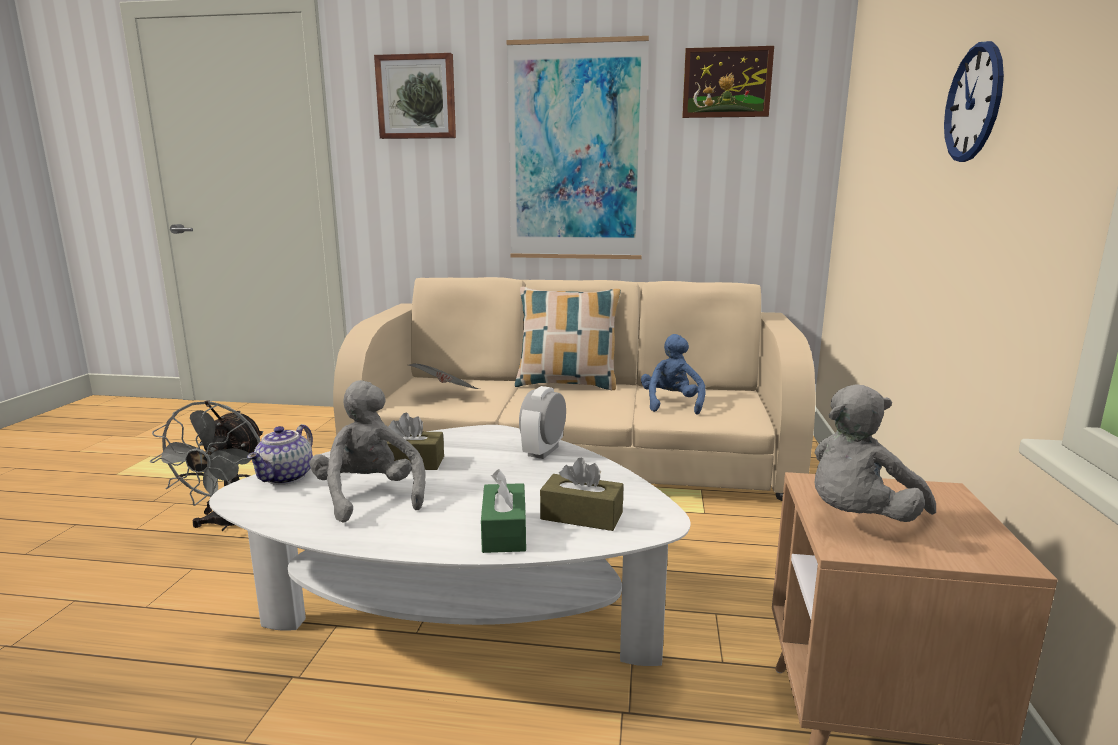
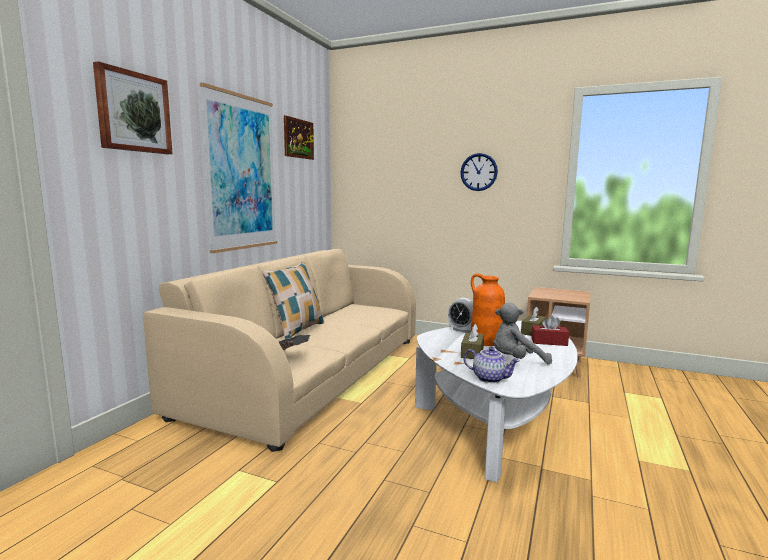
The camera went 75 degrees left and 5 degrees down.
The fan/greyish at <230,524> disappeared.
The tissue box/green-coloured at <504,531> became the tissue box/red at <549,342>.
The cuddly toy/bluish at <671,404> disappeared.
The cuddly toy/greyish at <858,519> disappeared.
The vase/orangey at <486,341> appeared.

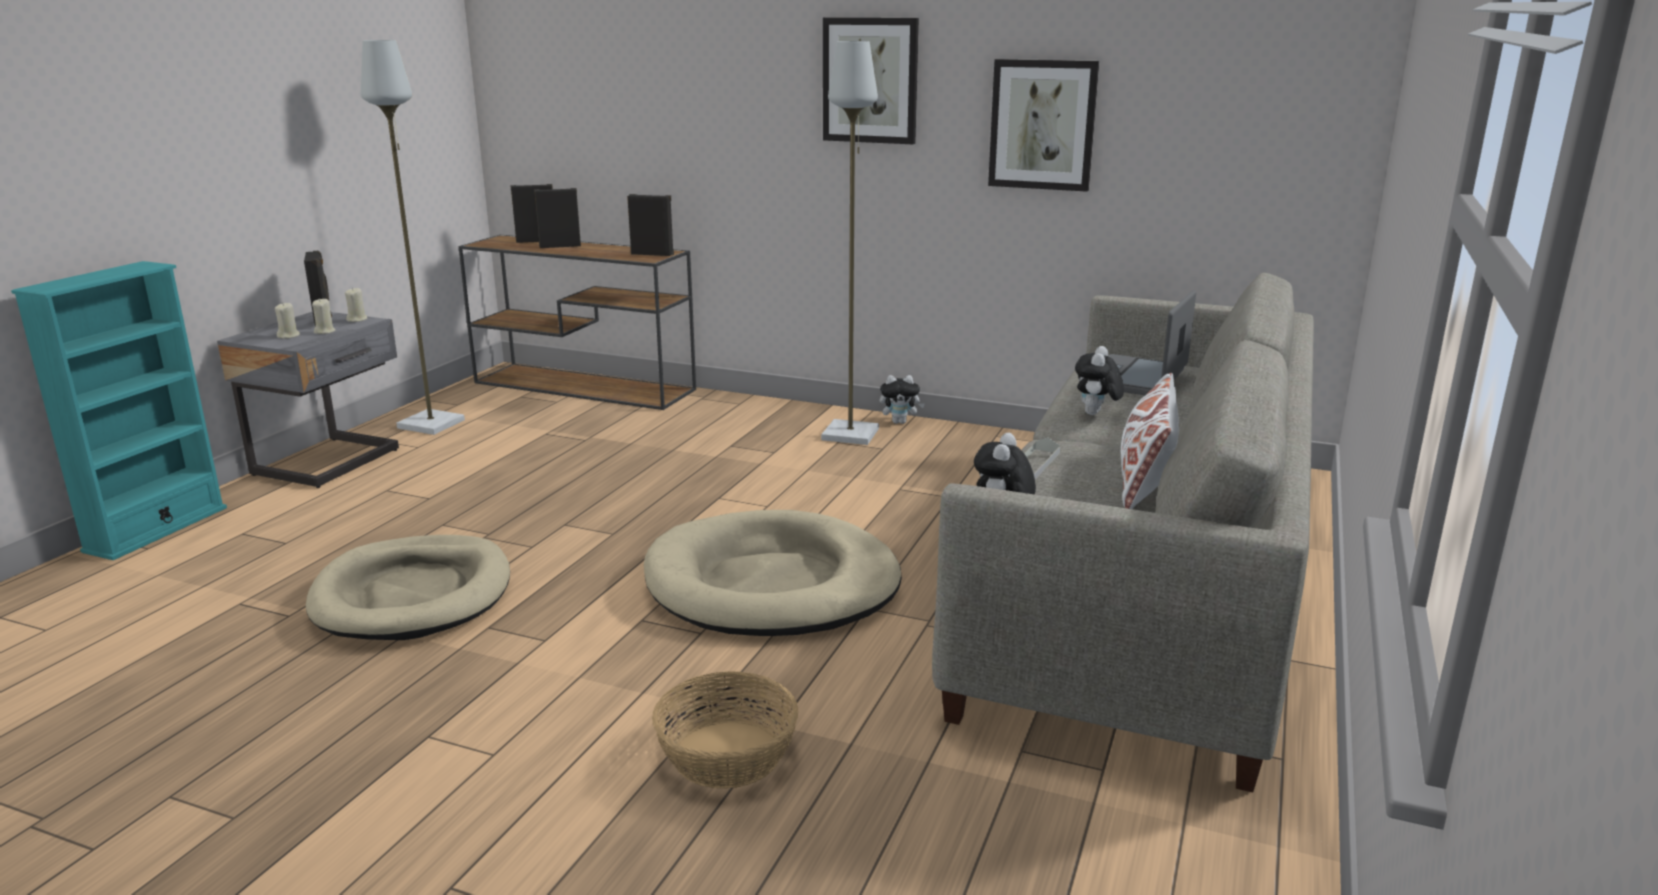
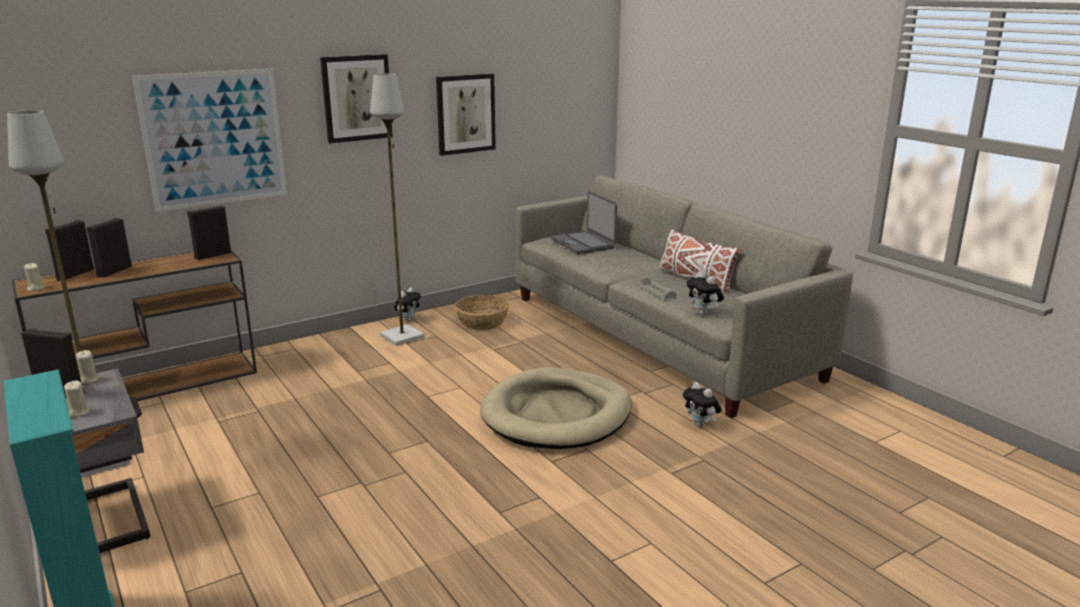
The camera went 55 degrees left and 0 degrees up.
The dog cushion/beige-coloured at <413,595> disappeared.
The candle/beige-coloured moved from <325,331> to <35,288>.
The basket moved from <728,754> to <482,322>.
The cuddly toy moved from <1095,414> to <700,425>.
The wall picture at <214,139> appeared.

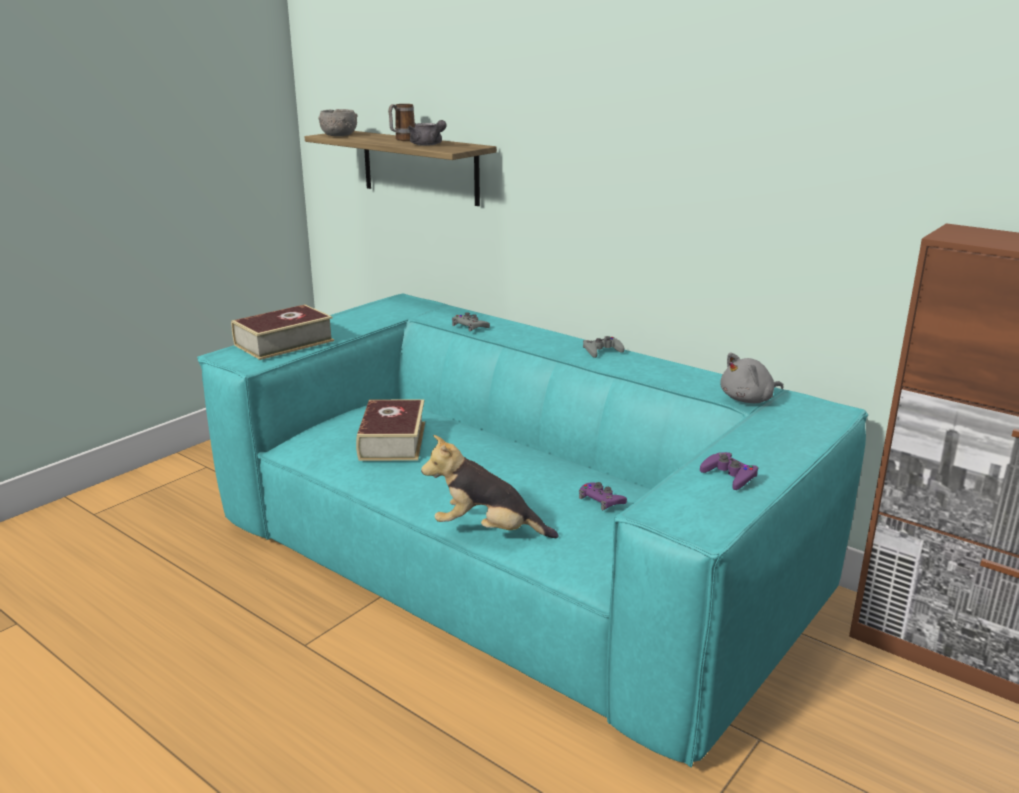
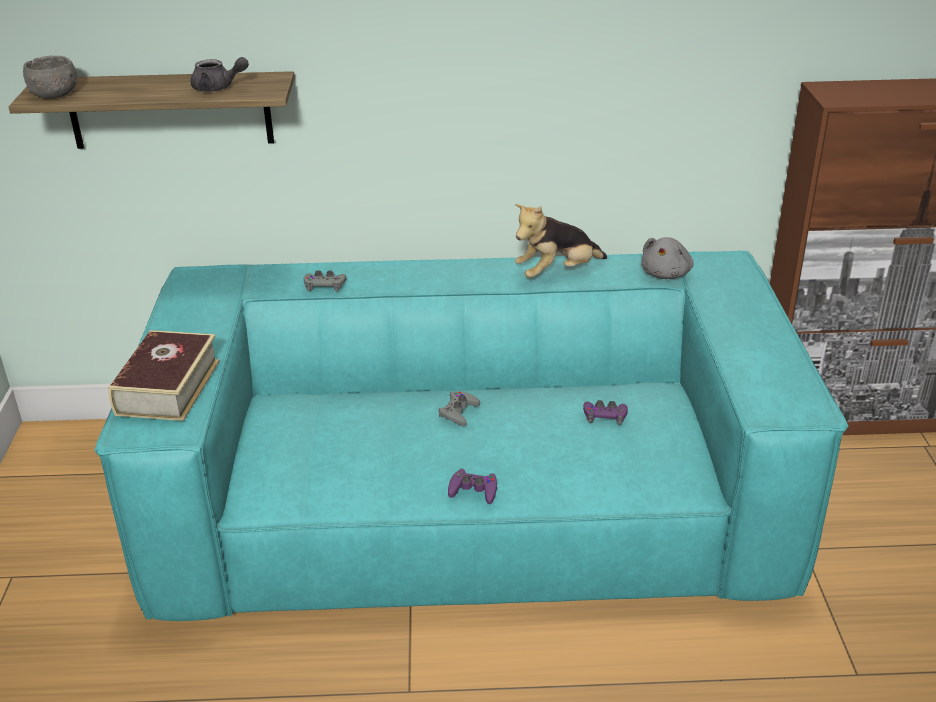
The camera went 40 degrees left and 10 degrees up.
The volume at <392,441> disappeared.
The mug at <402,140> disappeared.
The cuddly toy moved from <487,531> to <557,273>.
The gamepad/greyish moved from <602,351> to <458,412>.
The gamepad/purple moved from <729,476> to <473,490>.

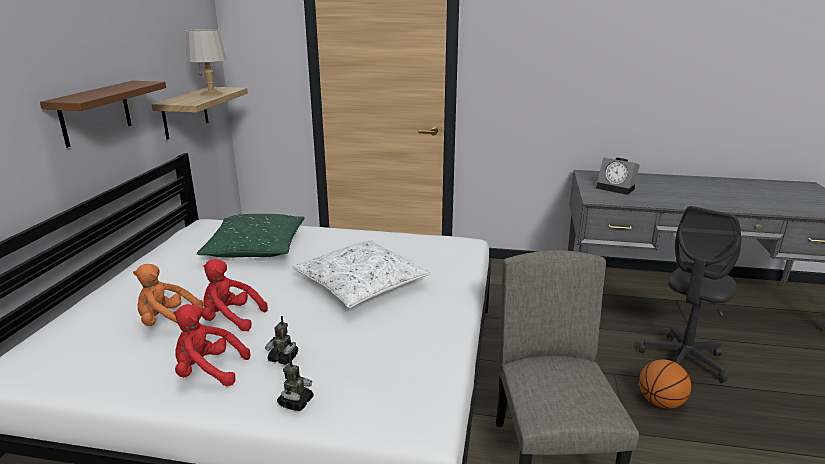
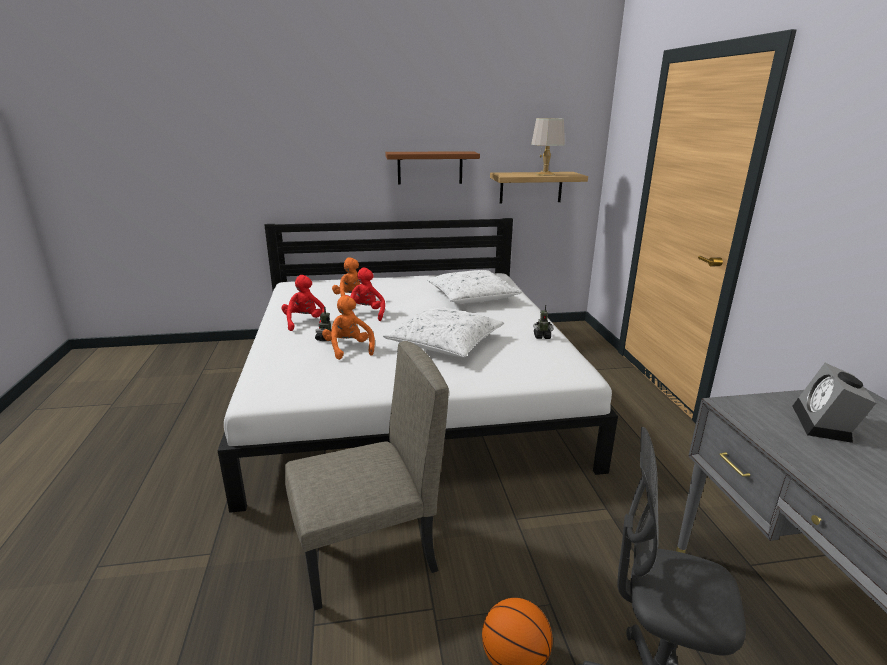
The camera went 70 degrees right and 0 degrees up.
The throw pillow/green-coloured at <255,247> became the throw pillow/whitish at <472,297>.
The robot figure moved from <296,402> to <542,336>.
The cuddly toy/orangey at <349,349> appeared.

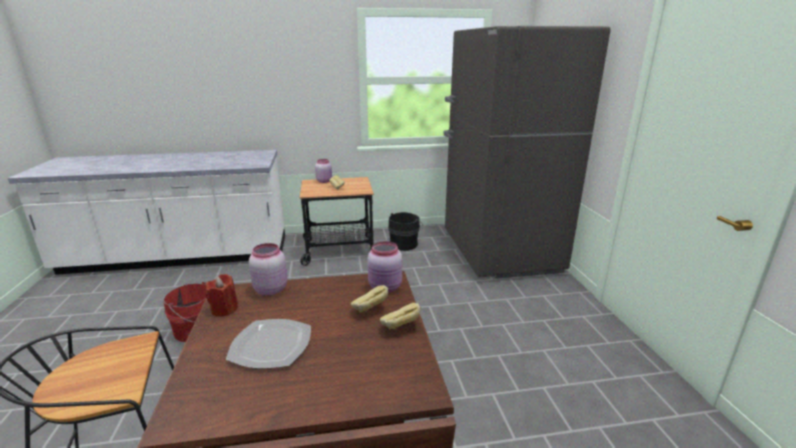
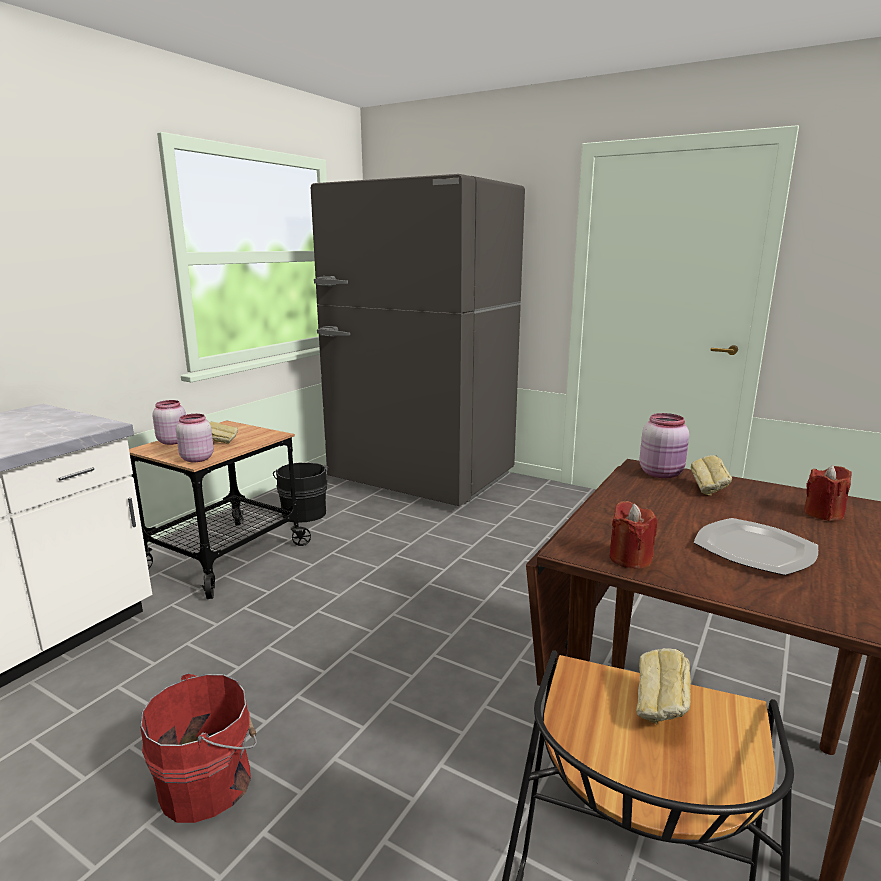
The camera went 50 degrees left and 5 degrees down.
The jar/pinkish moved from <270,289> to <196,459>.
The baked bread moved from <400,328> to <660,709>.
The candle/red at <823,514> appeared.

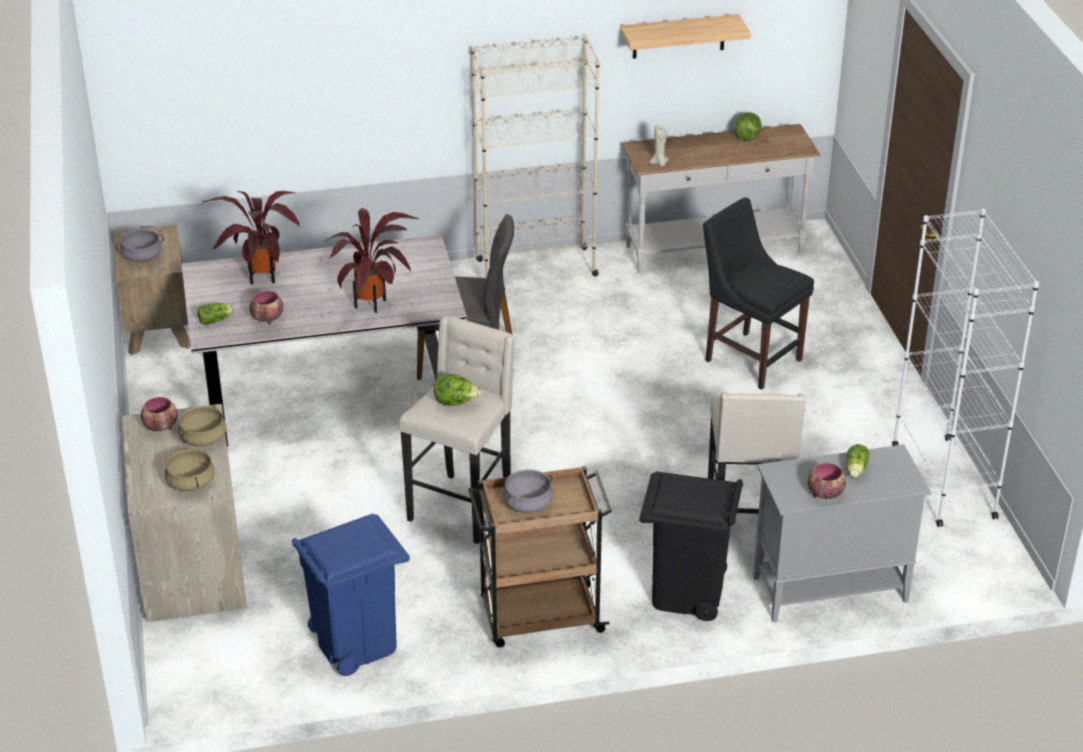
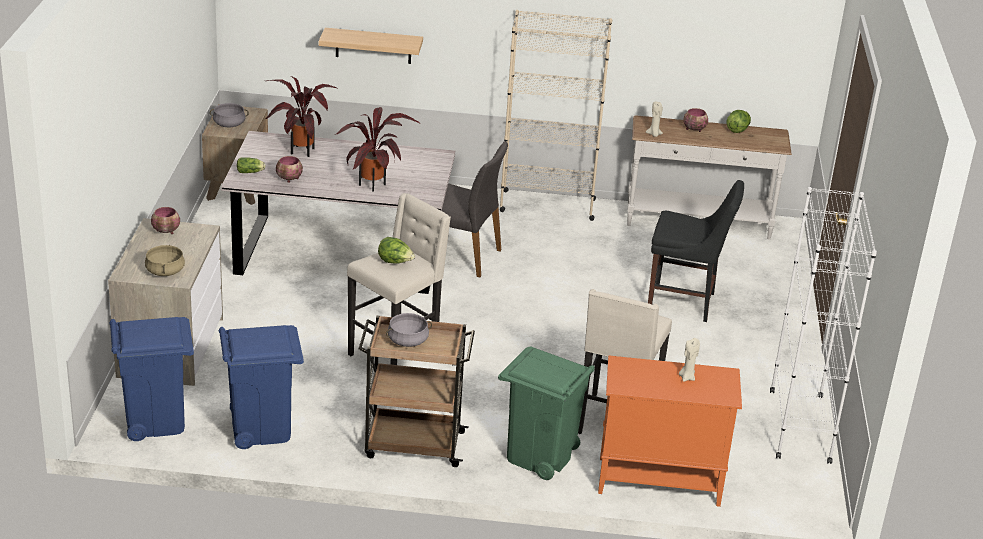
The camera went 15 degrees right and 5 degrees down.
The saucepot/beige-coloured at <203,438> disappeared.
The bracket shelf moved from <679,36> to <373,46>.
The waste bin/blackish at <687,593> became the waste bin/green-coloured at <539,456>.
The plain chair/blackish at <749,358> turned 135 degrees clockwise.
The storage cabinet/greyish at <828,590> became the storage cabinet/orangey at <657,481>.
The serving bowl moved from <824,493> to <694,129>.
The lettuce head at <855,470> was replaced by the candle/beige-coloured at <687,377>.
The waste bin/bluish at <155,420> appeared.

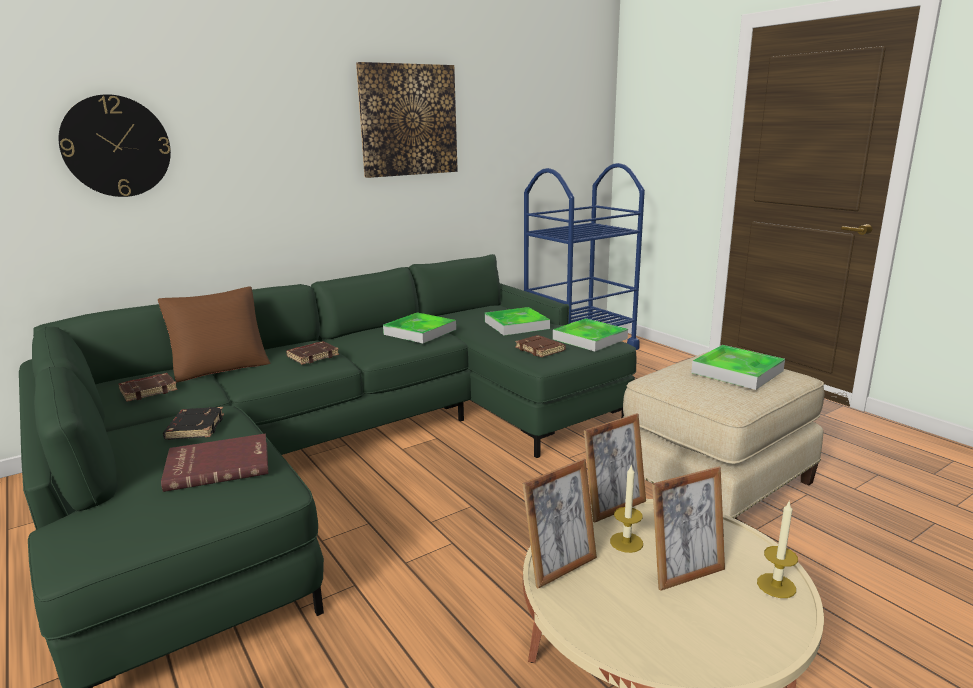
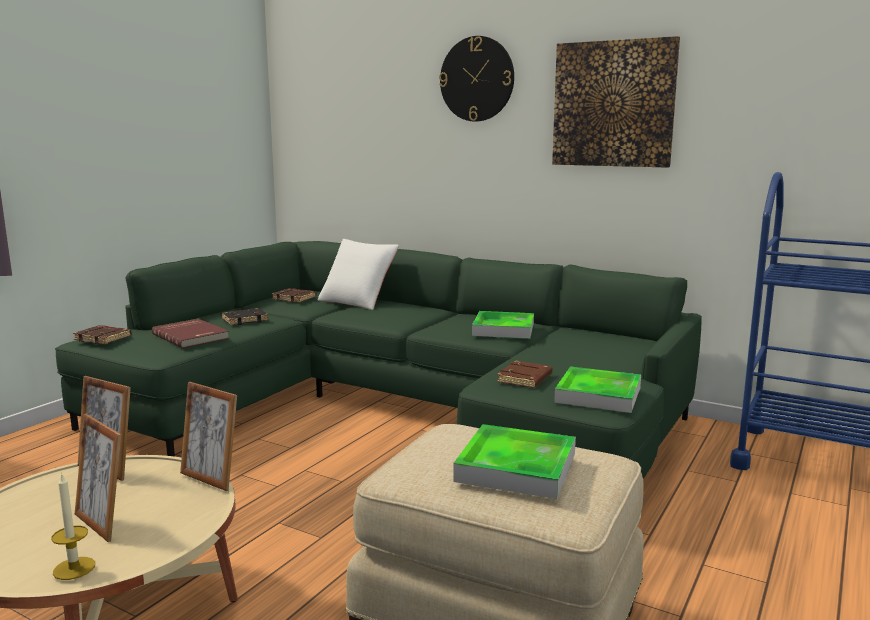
The camera went 65 degrees right and 5 degrees down.
The clock on the wall moved from <116,146> to <477,79>.
The throw pillow/brown at <220,366> became the throw pillow/whitish at <358,302>.
The volume/brown moved from <313,356> to <104,338>.
The serving tray at <516,325> disappeared.
The candle at <626,542> disappeared.

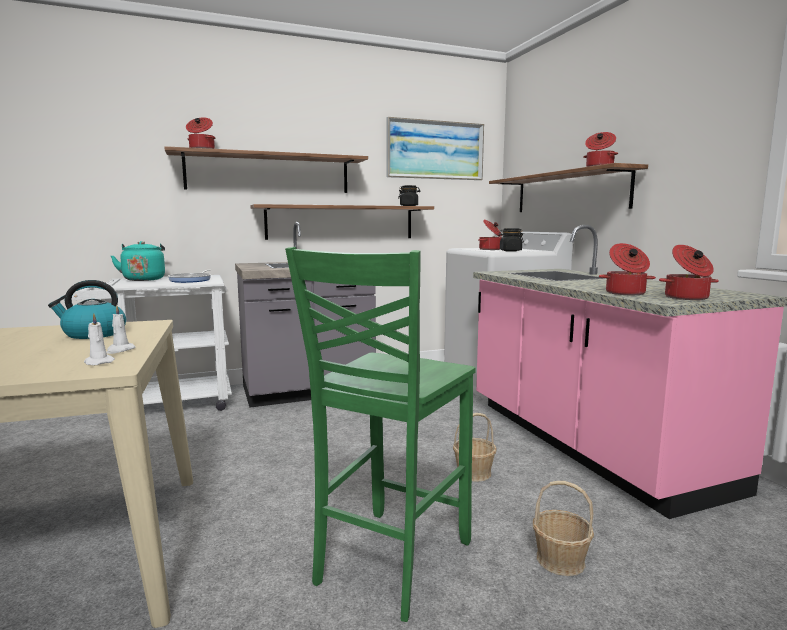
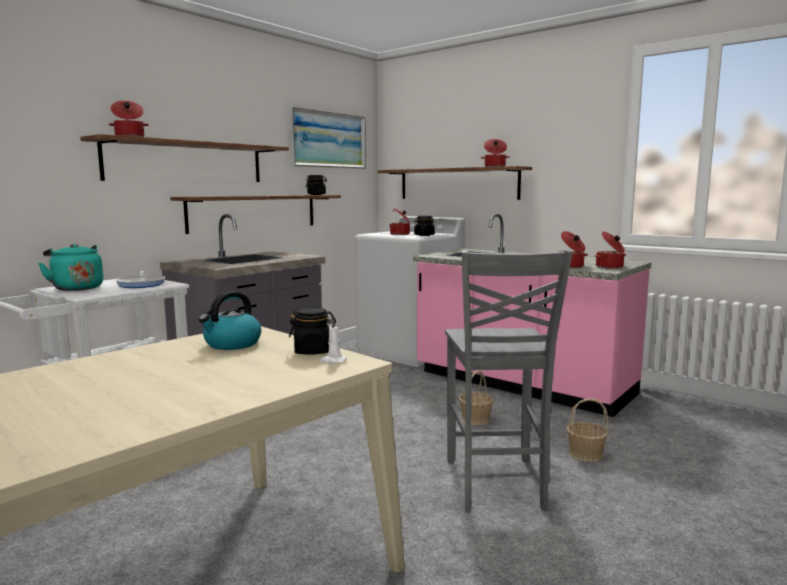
The camera went 30 degrees left and 0 degrees up.
The candle/whitish at <120,350> was replaced by the jar/blackish at <313,351>.
The plain chair/green-coloured at <389,562> became the plain chair/greyish at <495,485>.

